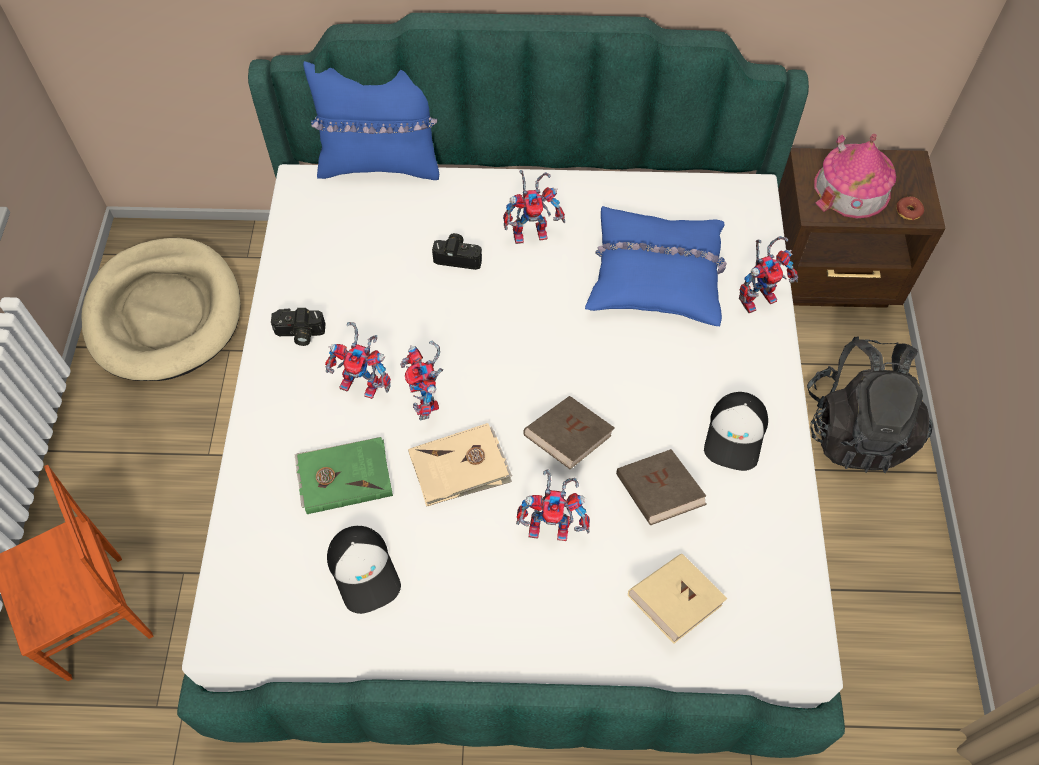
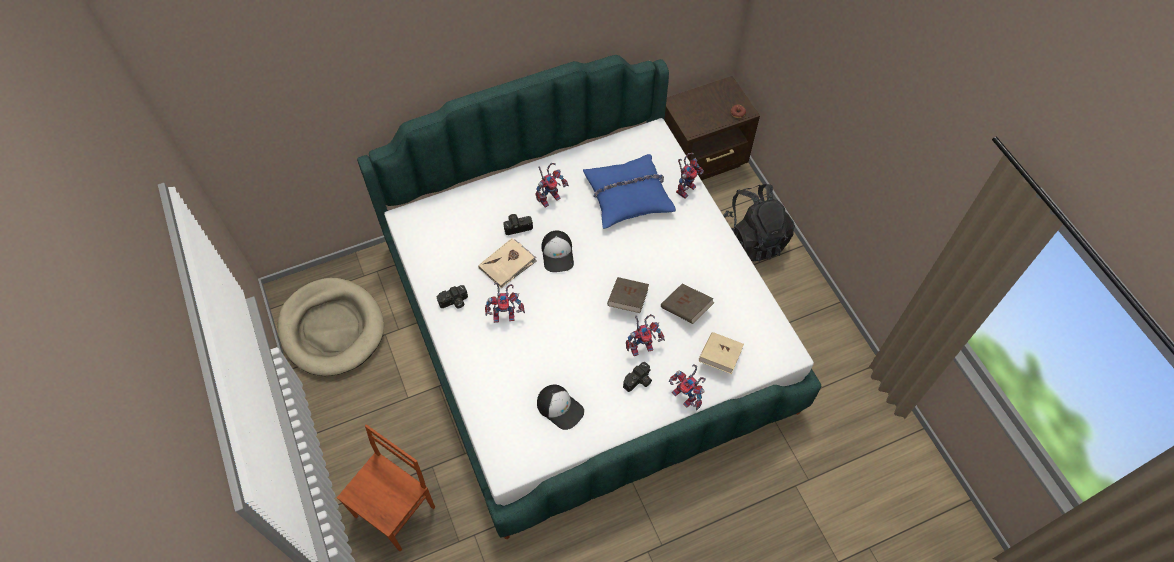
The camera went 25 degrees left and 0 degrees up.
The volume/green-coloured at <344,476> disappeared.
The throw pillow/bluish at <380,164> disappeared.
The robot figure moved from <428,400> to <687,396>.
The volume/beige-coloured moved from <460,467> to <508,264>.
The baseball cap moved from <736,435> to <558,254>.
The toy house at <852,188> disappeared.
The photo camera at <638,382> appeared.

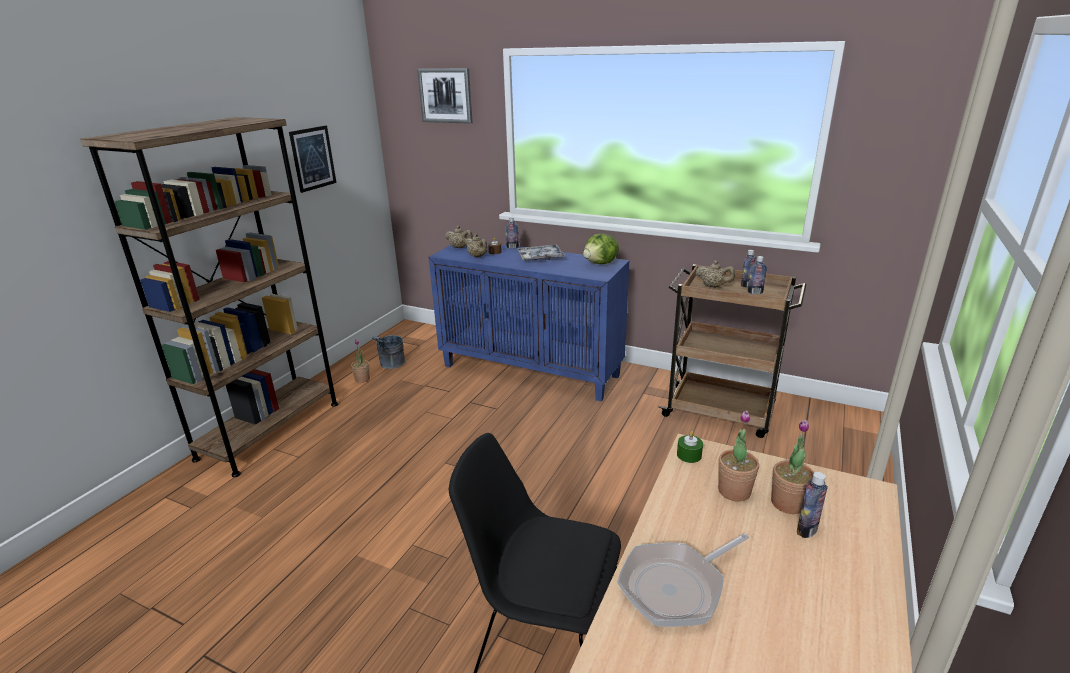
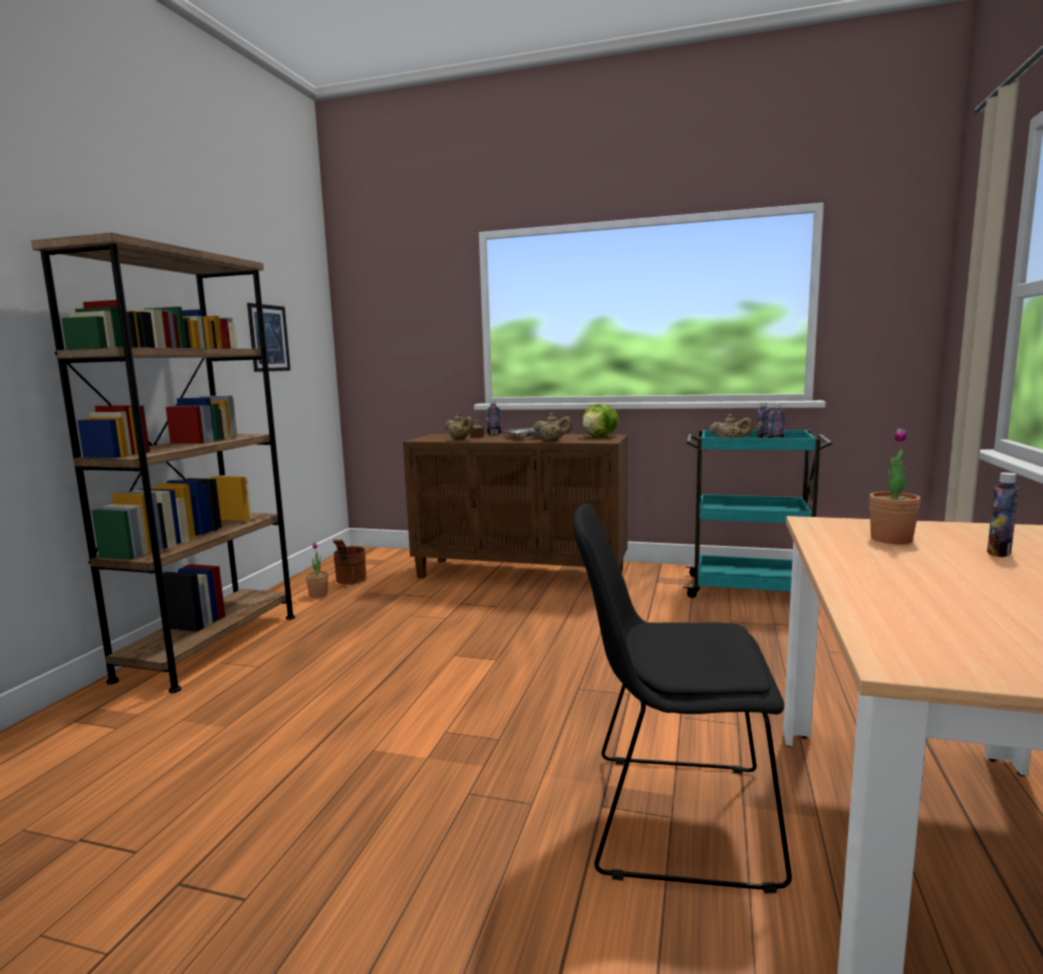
The camera went 10 degrees left and 15 degrees down.
The water bucket/greyish at <391,365> became the water bucket/brown at <350,581>.
The wall picture at <446,95> disappeared.
The storage cabinet/bluish at <532,370> became the storage cabinet/brown at <521,574>.
The teapot/beige-coloured moved from <460,247> to <552,440>.
The frying pan at <676,587> disappeared.
The trolley/brown at <721,411> became the trolley/blue-green at <749,589>.
The candle/green-coloured at <689,455> disappeared.
The plant in a pot at <788,503> disappeared.

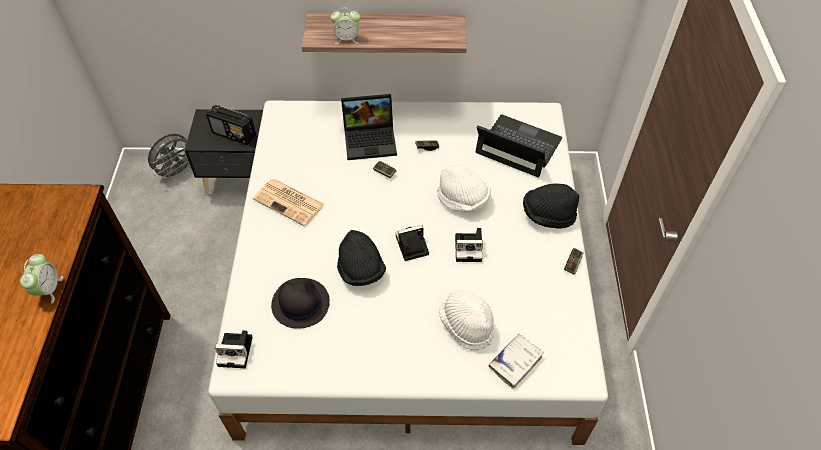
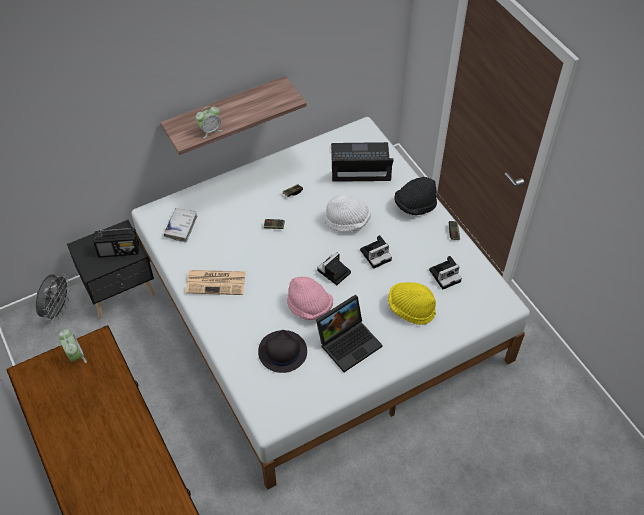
The camera went 30 degrees left and 0 degrees up.
The alarm clock moved from <49,289> to <75,355>.
The photo camera moved from <237,351> to <445,275>.
The clothing hat/blackish at <361,270> became the clothing hat/pinkish at <309,307>.
The notebook computer moved from <371,139> to <349,342>.
The clothing hat/whitish at <467,325> became the clothing hat/yellow-coloured at <411,308>.
The volume/whitish moved from <515,362> to <181,227>.

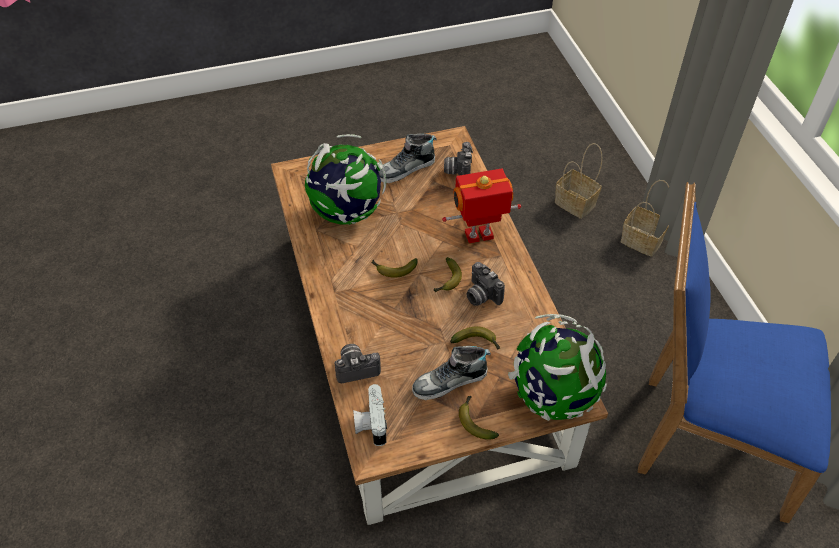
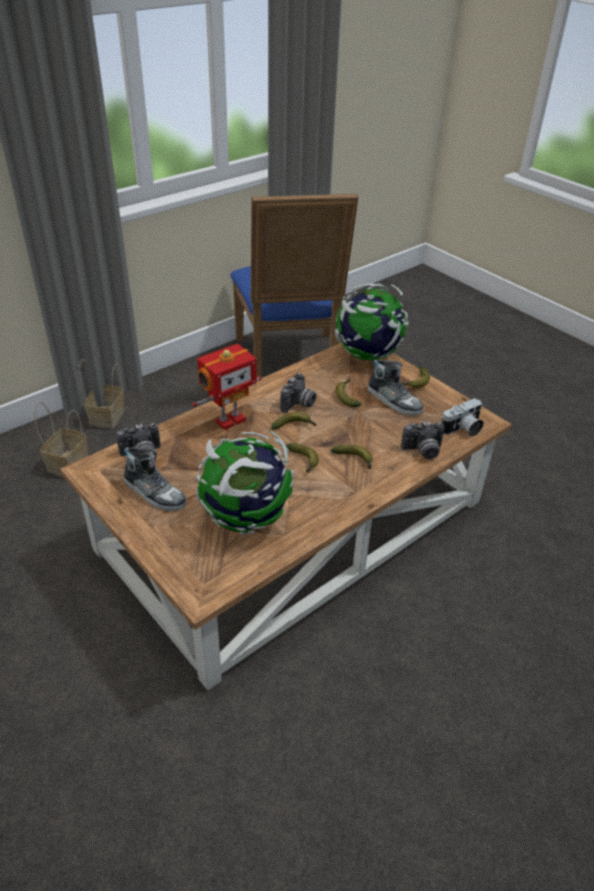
The camera went 115 degrees left and 10 degrees down.
The photo camera at <356,368> turned 60 degrees counterclockwise.
The robot figure at <479,236> turned 90 degrees counterclockwise.
The whole banana at <355,460> appeared.

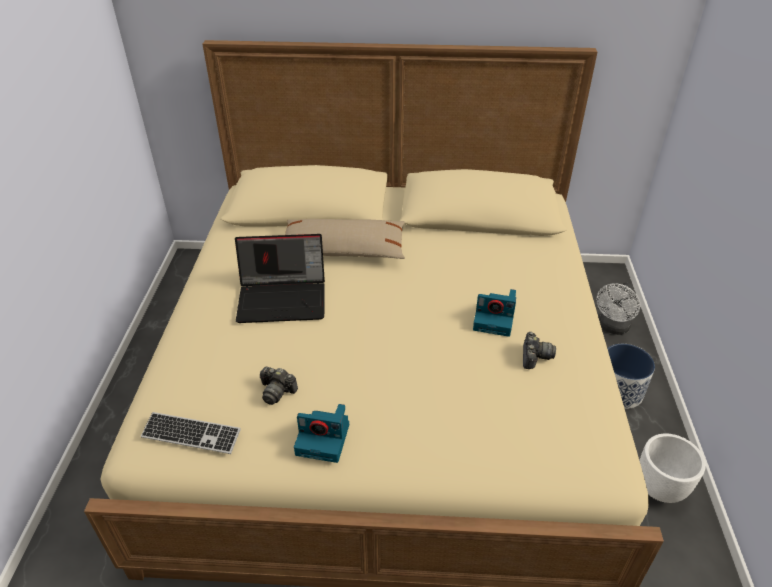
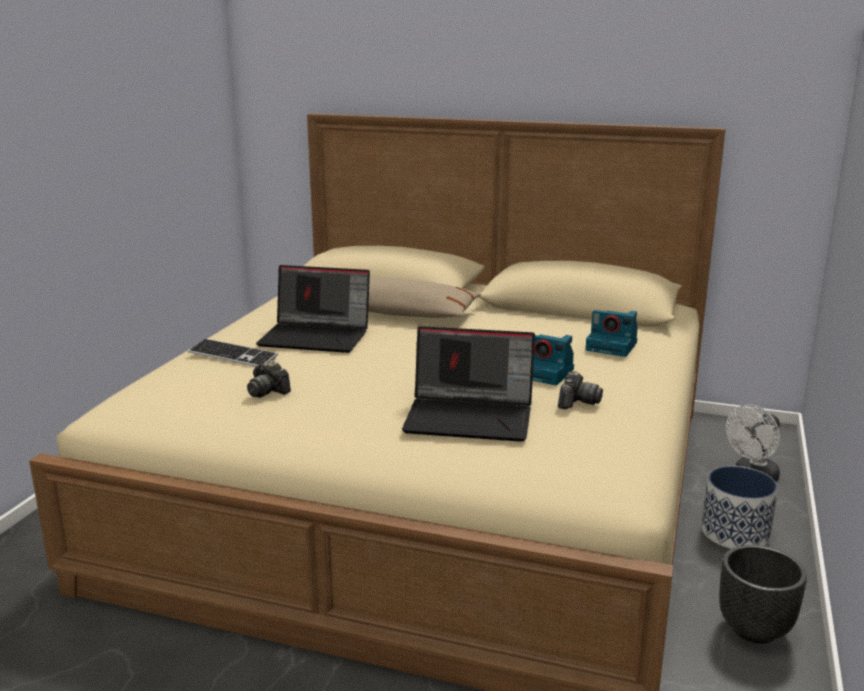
The camera went 15 degrees right and 20 degrees down.
The keyboard moved from <191,434> to <233,356>.
The photo camera moved from <324,439> to <613,346>.
The planter/whitish at <660,489> became the planter/blackish at <755,631>.
The notebook computer at <471,417> appeared.

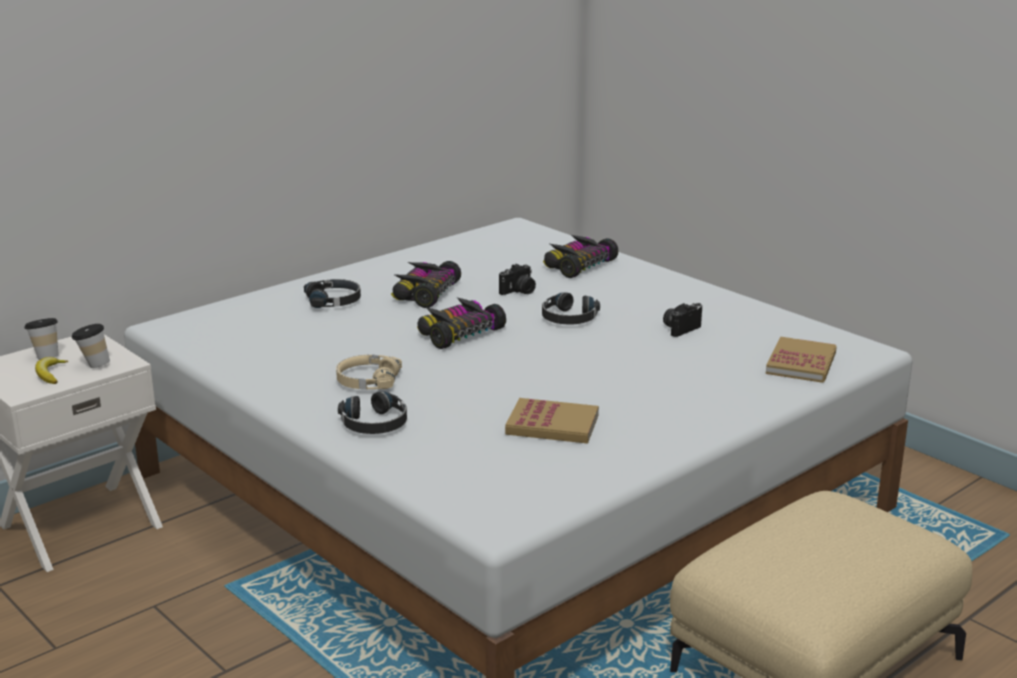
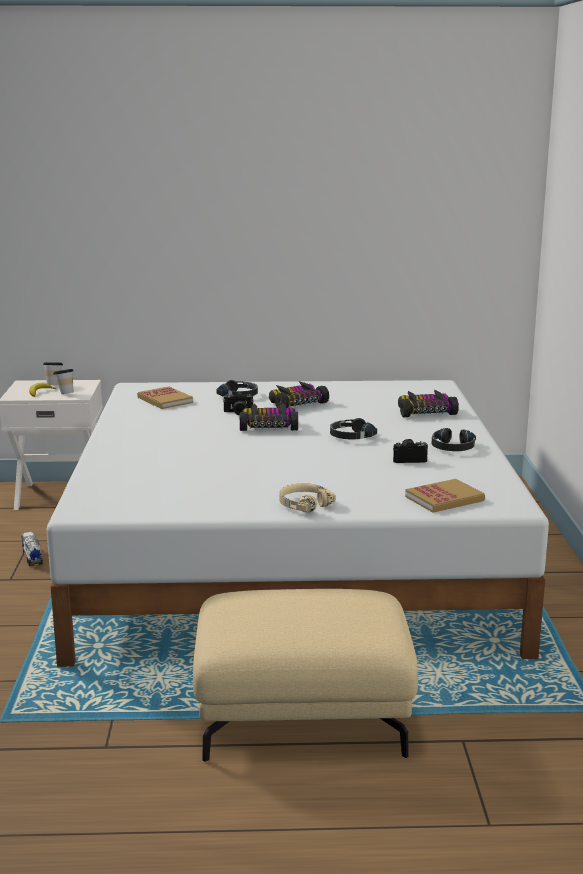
The camera went 40 degrees right and 5 degrees down.
The pair of headphones/beige-coloured moved from <367,381> to <304,504>.
The pair of headphones/blackish moved from <375,424> to <452,447>.
The photo camera moved from <519,291> to <238,413>.
The volume moved from <552,425> to <165,400>.
The toy truck at <32,557> appeared.

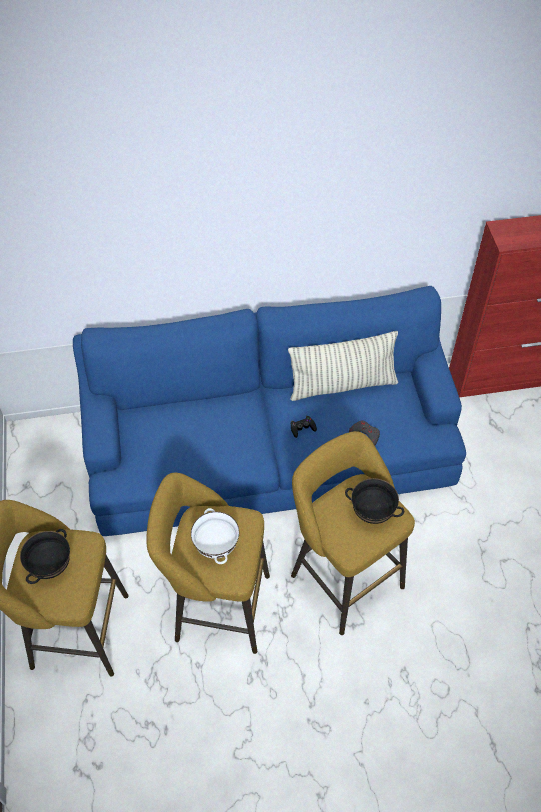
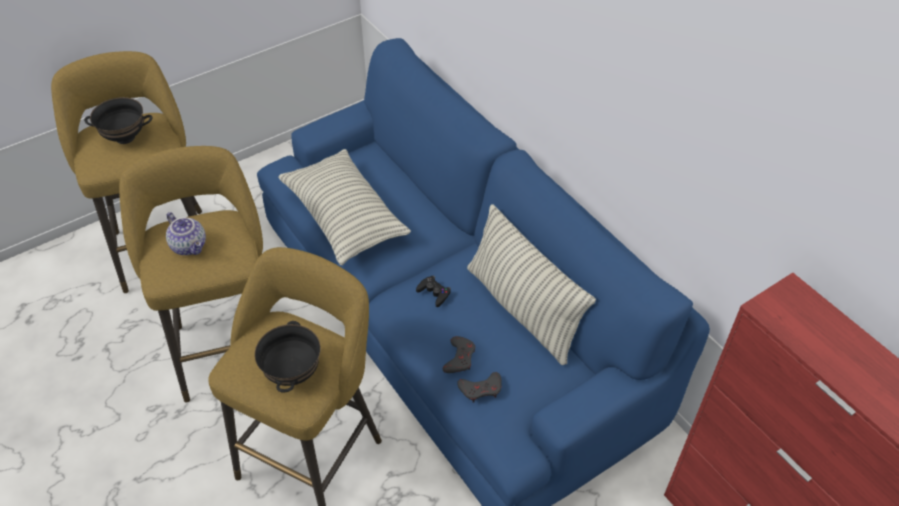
The camera went 65 degrees right and 5 degrees down.
The serving bowl/whitish at <215,546> was replaced by the teapot at <190,246>.
The throw pillow at <344,218> appeared.
The gamepad/greyish at <481,389> appeared.

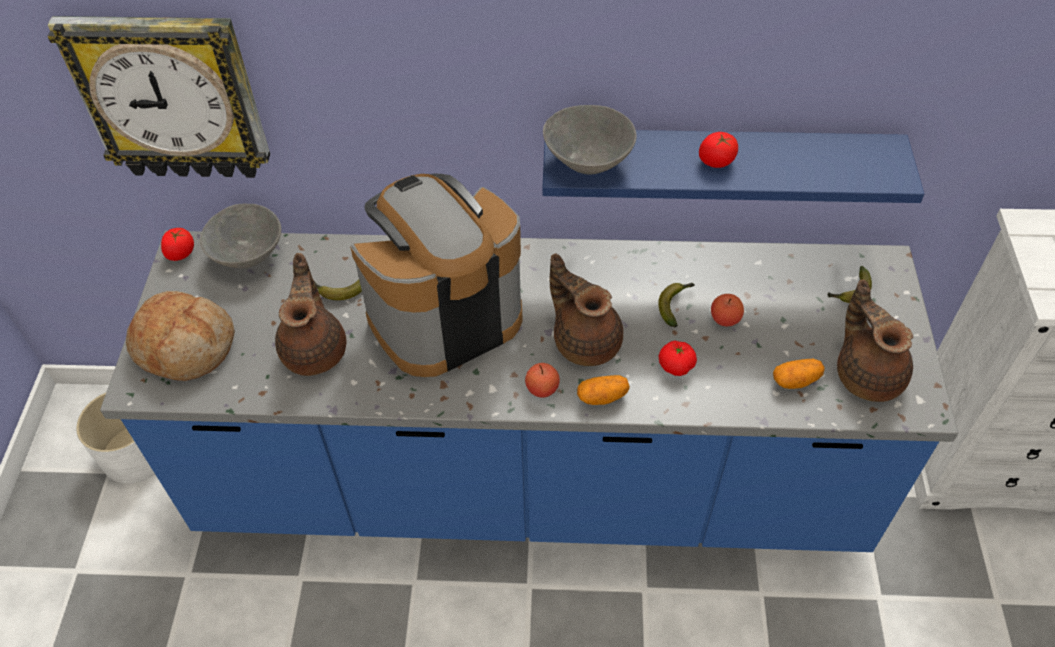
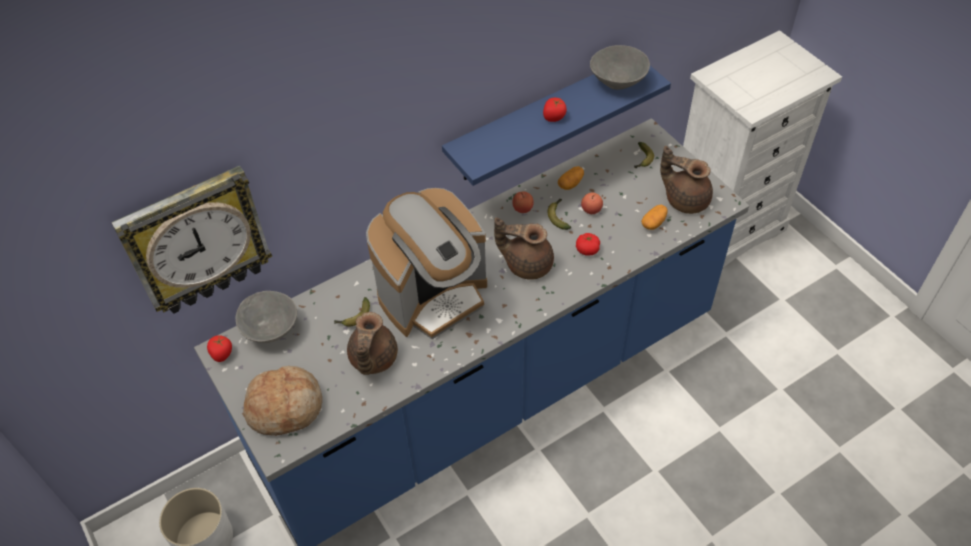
The camera went 35 degrees left and 0 degrees up.
The teapot/brown at <315,349> turned 135 degrees counterclockwise.
The coffee brewer at <444,317> turned 150 degrees counterclockwise.
The whole apple moved from <542,388> to <522,208>.
The serving bowl/greyish moved from <587,161> to <617,82>.
The spud moved from <602,397> to <570,183>.

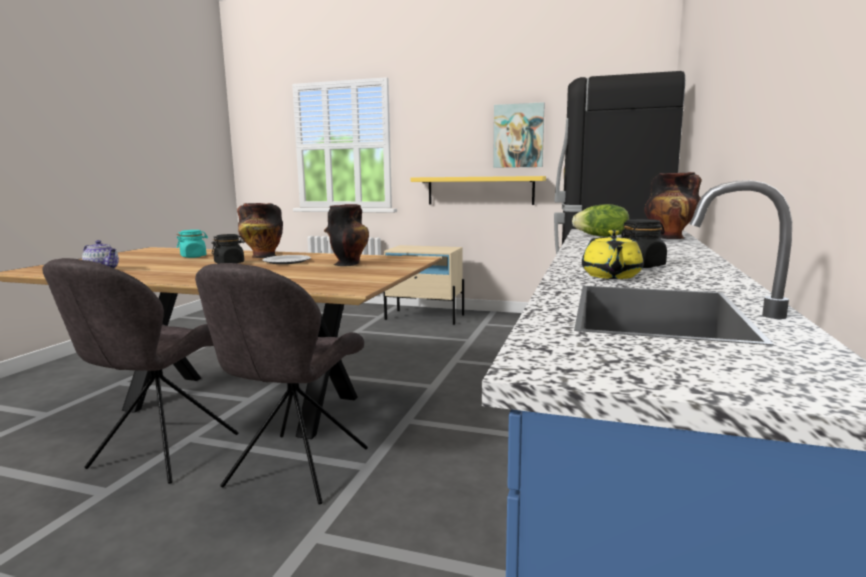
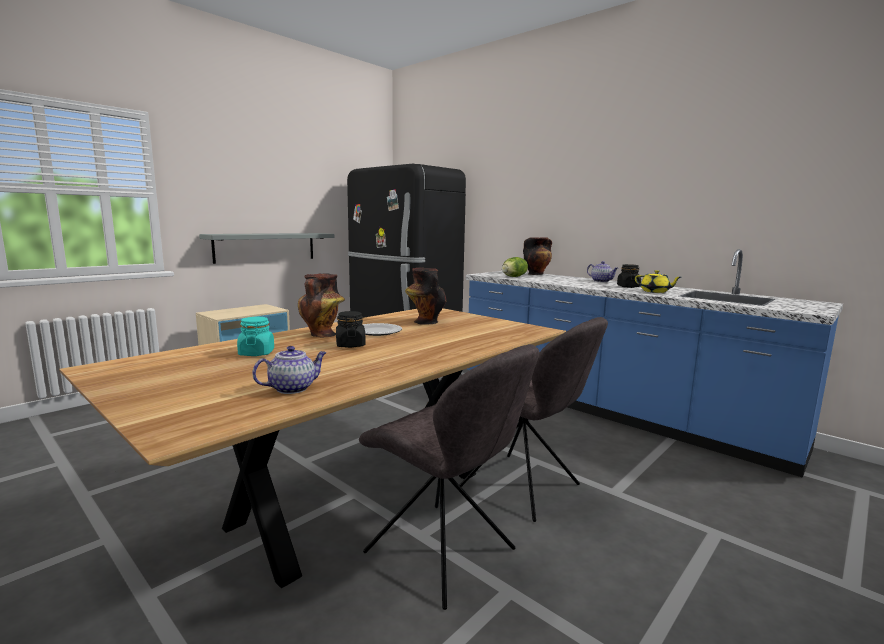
The camera went 65 degrees left and 0 degrees up.
The bracket shelf/yellow-coloured at <480,190> became the bracket shelf/greyish at <265,247>.
The wall picture at <518,136> disappeared.
The teapot at <601,281> appeared.

